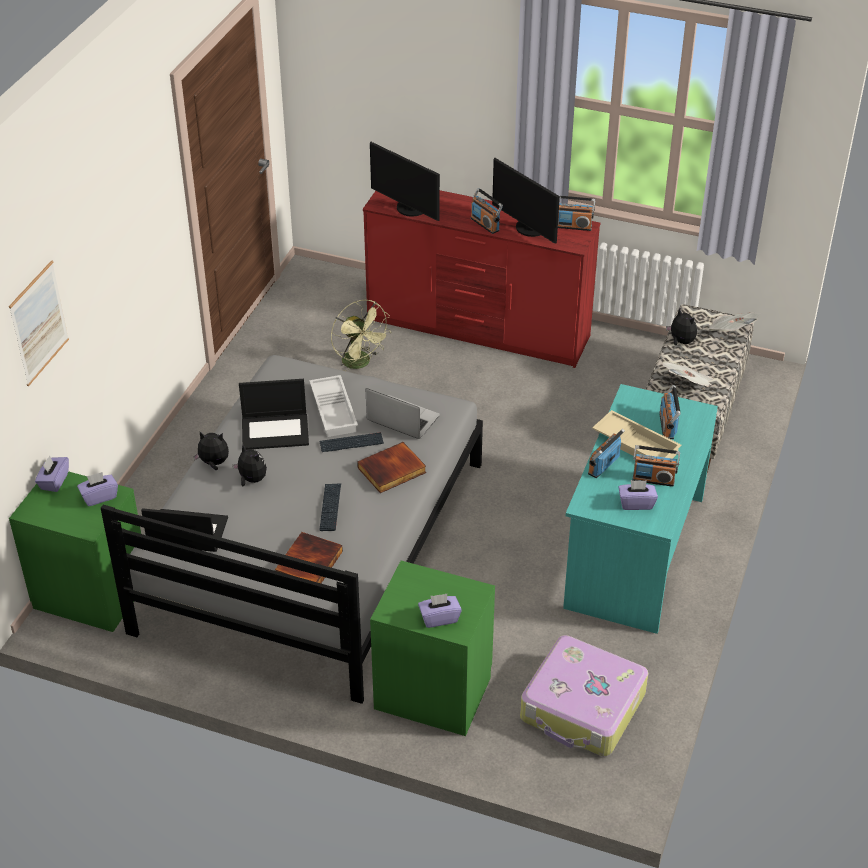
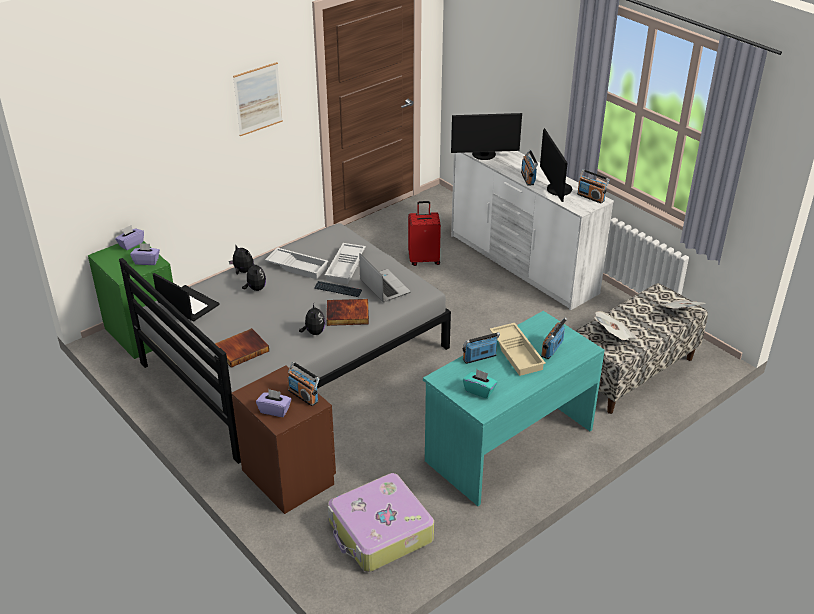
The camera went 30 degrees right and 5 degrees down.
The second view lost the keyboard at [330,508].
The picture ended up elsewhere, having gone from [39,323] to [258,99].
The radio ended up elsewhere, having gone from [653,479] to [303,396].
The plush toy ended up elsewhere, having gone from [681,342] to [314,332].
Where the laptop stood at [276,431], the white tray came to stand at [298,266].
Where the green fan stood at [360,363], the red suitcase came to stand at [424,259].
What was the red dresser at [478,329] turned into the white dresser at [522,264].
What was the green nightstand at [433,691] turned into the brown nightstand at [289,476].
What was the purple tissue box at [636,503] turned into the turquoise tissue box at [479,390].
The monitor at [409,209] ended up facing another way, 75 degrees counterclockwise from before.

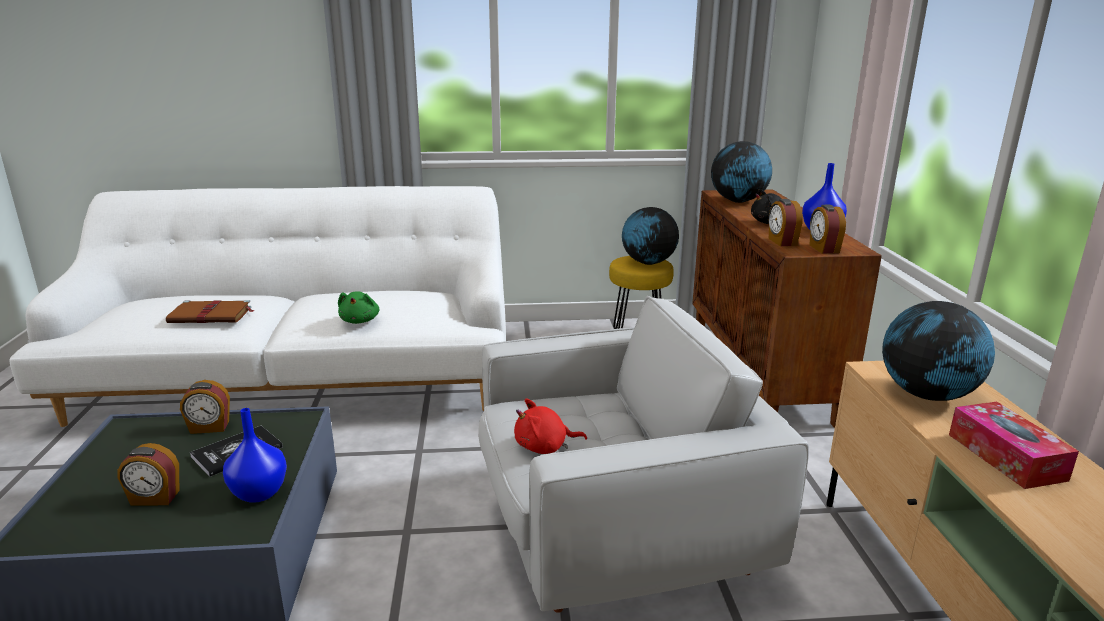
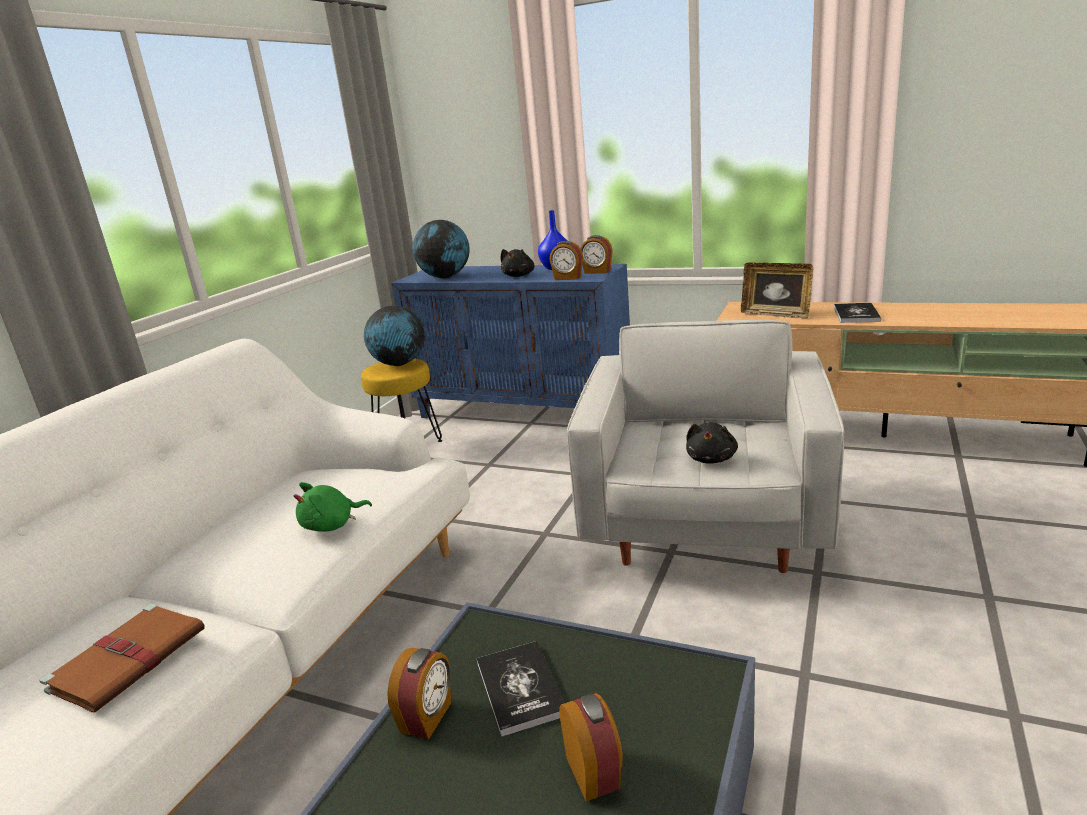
The camera went 60 degrees left and 0 degrees up.
The second view lost the blue vase at [260,493].
Where the globe stood at [927,395], the picture frame came to stand at [776,314].
Where the tissue box stood at [1005,457], the book came to stand at [856,314].
What was the red plush toy at [544,447] turned into the black plush toy at [712,459].
What was the brown cabinet at [761,371] turned into the blue cabinet at [524,412].
The alarm clock at [154,498] ended up facing another way, 45 degrees counterclockwise from before.
The green plush toy at [360,320] ended up facing another way, 120 degrees clockwise from before.

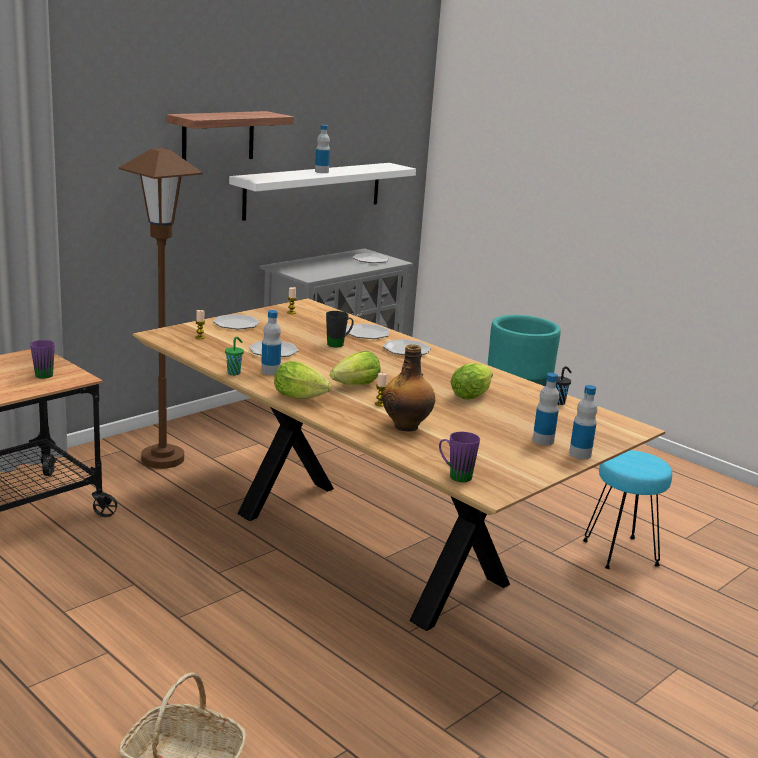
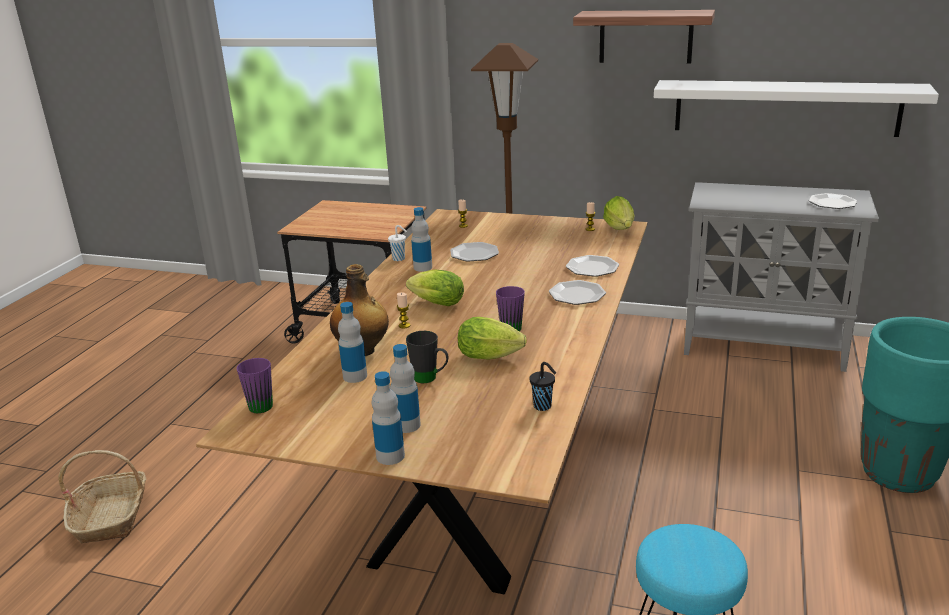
The camera went 65 degrees right and 5 degrees up.
The second view lost the plate at [236,324].
The purple mug ended up elsewhere, having gone from [41,374] to [512,326].
The lettuce ended up elsewhere, having gone from [303,398] to [620,230].
The bottle ended up elsewhere, having gone from [321,172] to [355,376].
The black mug ended up elsewhere, having gone from [339,344] to [430,379].
What was the green cup at [234,373] turned into the white cup at [399,259].

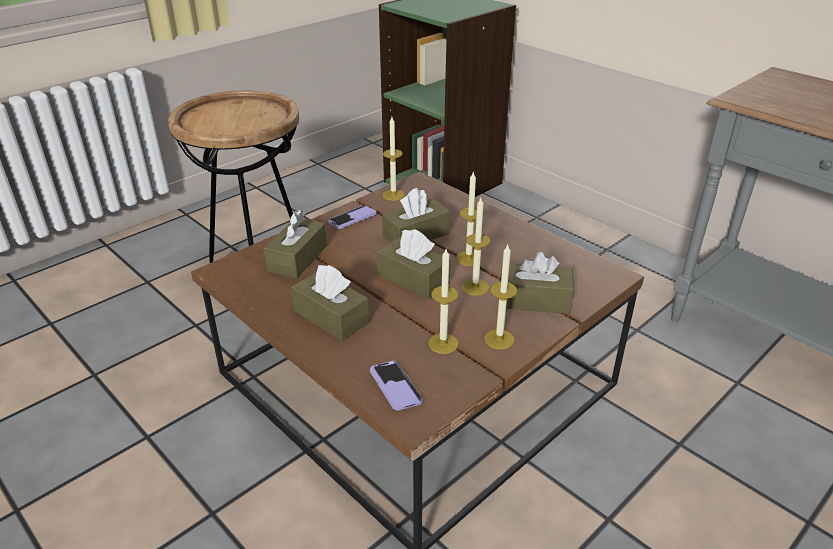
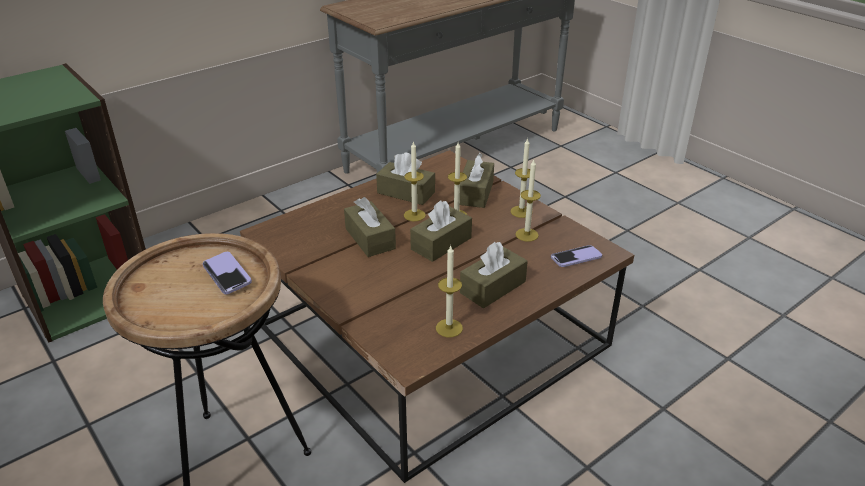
The camera went 85 degrees left and 0 degrees up.
The brown tissue box ended up elsewhere, having gone from [297,258] to [406,193].
The phone ended up elsewhere, having gone from [352,218] to [227,274].
The candle ended up elsewhere, having gone from [393,195] to [449,328].

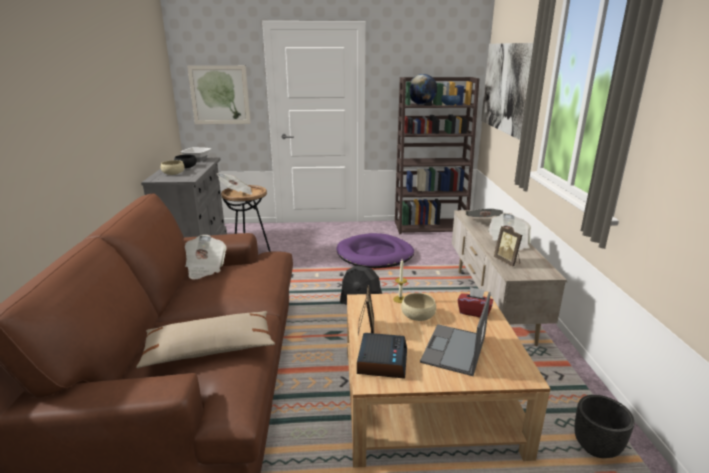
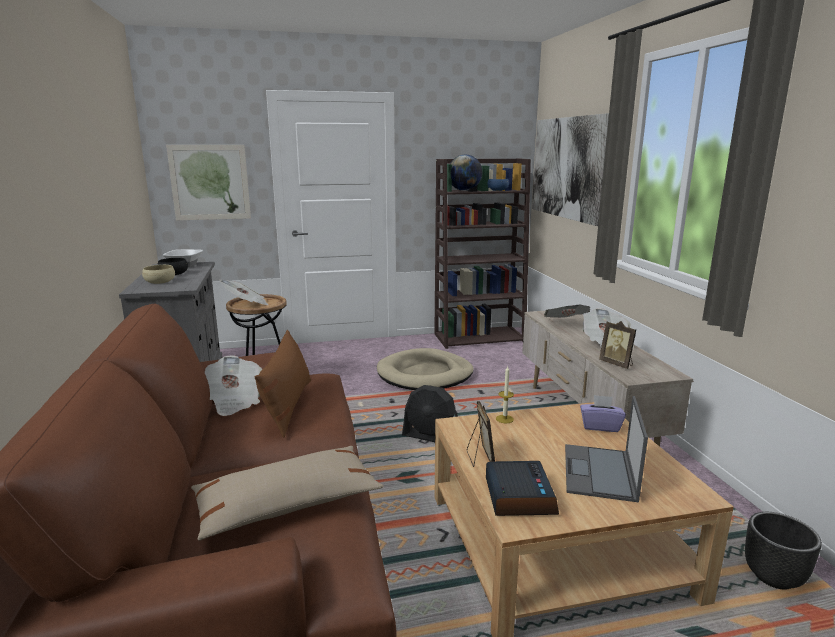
The camera went 10 degrees left and 5 degrees down.
The second view lost the beige bowl at [418,315].
The second view gained the brown pillow at [287,406].
What was the purple dog bed at [375,254] turned into the beige dog bed at [425,374].
What was the red tissue box at [474,312] turned into the purple tissue box at [600,426].

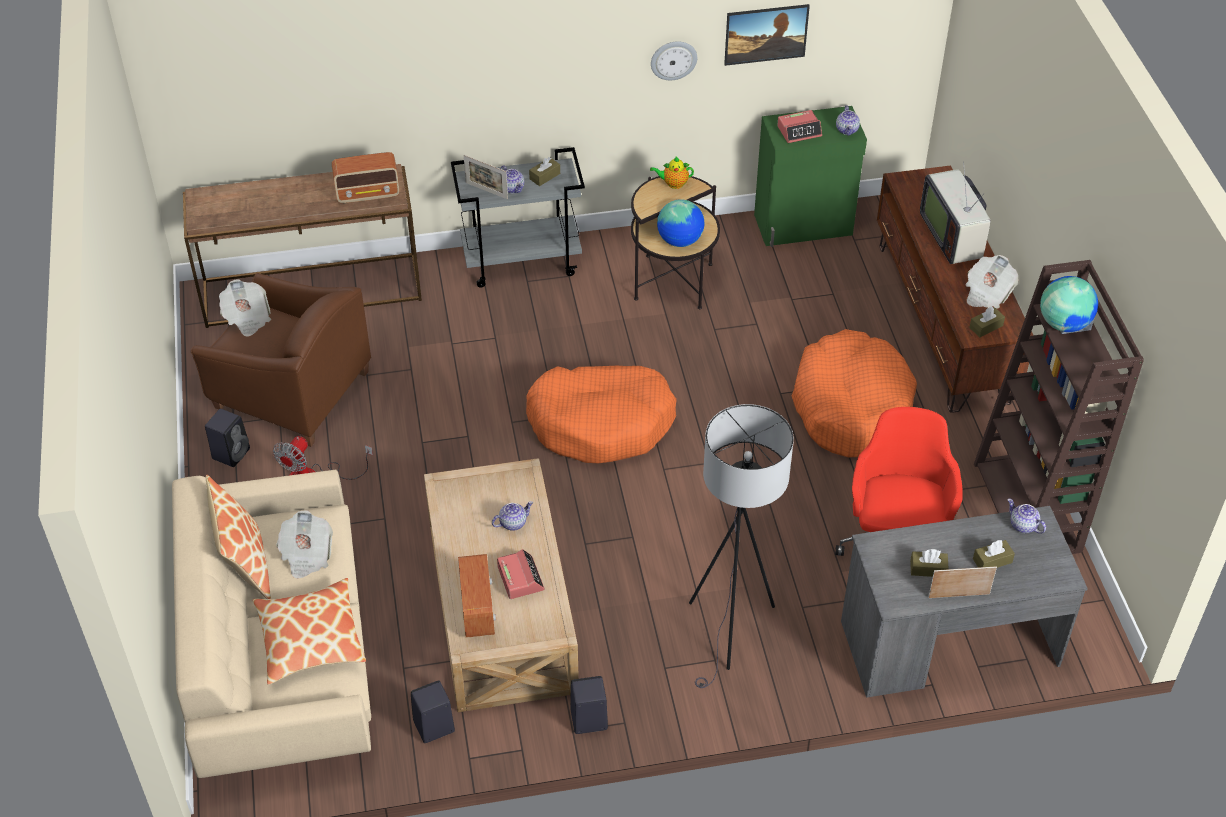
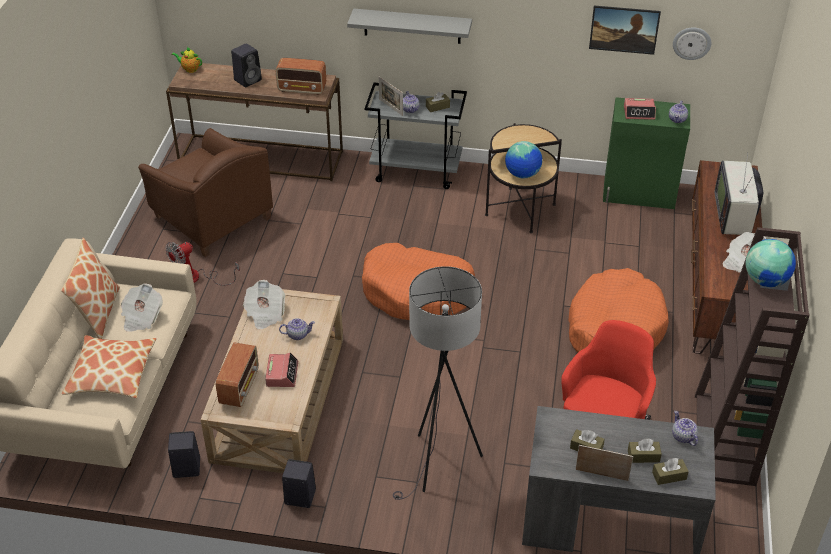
The camera went 20 degrees right and 5 degrees down.
The second view gained the grey shelf at [412,26].
The black speaker ended up elsewhere, having gone from [231,453] to [248,79].
The newspaper ended up elsewhere, having gone from [247,318] to [265,313].
The teapot ended up elsewhere, having gone from [673,184] to [190,69].
The wall clock ended up elsewhere, having gone from [673,59] to [691,43].
The brown tissue box ended up elsewhere, having gone from [986,327] to [669,476].

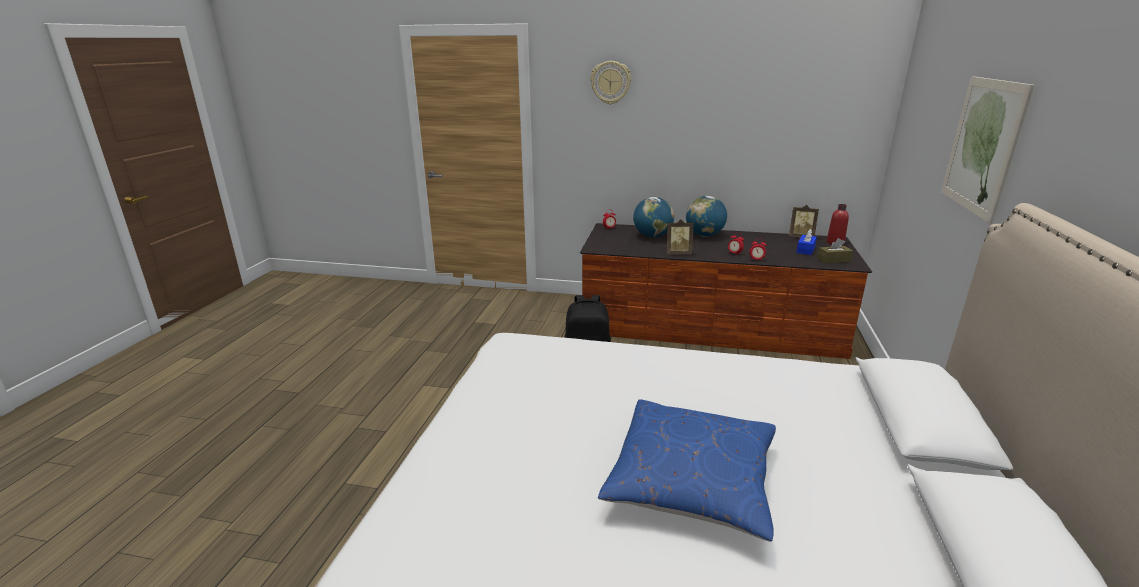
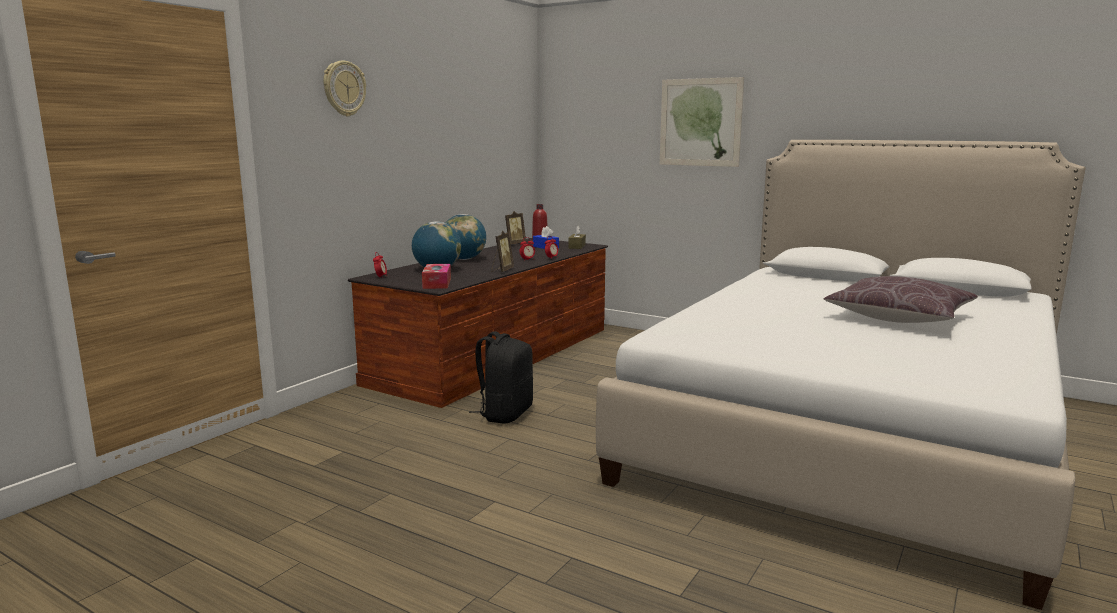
The camera went 70 degrees left and 10 degrees down.
The second view gained the tissue box at [437,283].
What was the blue pillow at [691,482] turned into the brown pillow at [898,318].

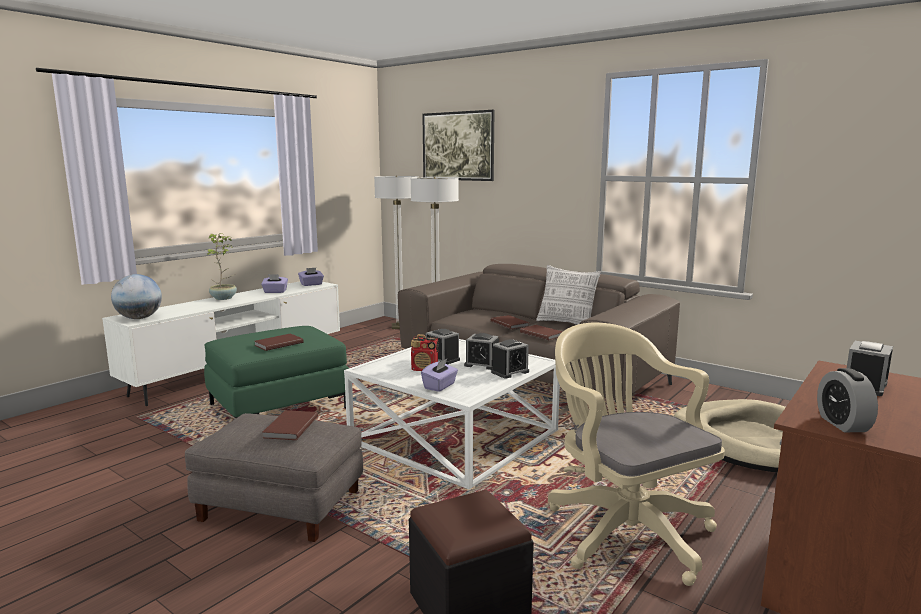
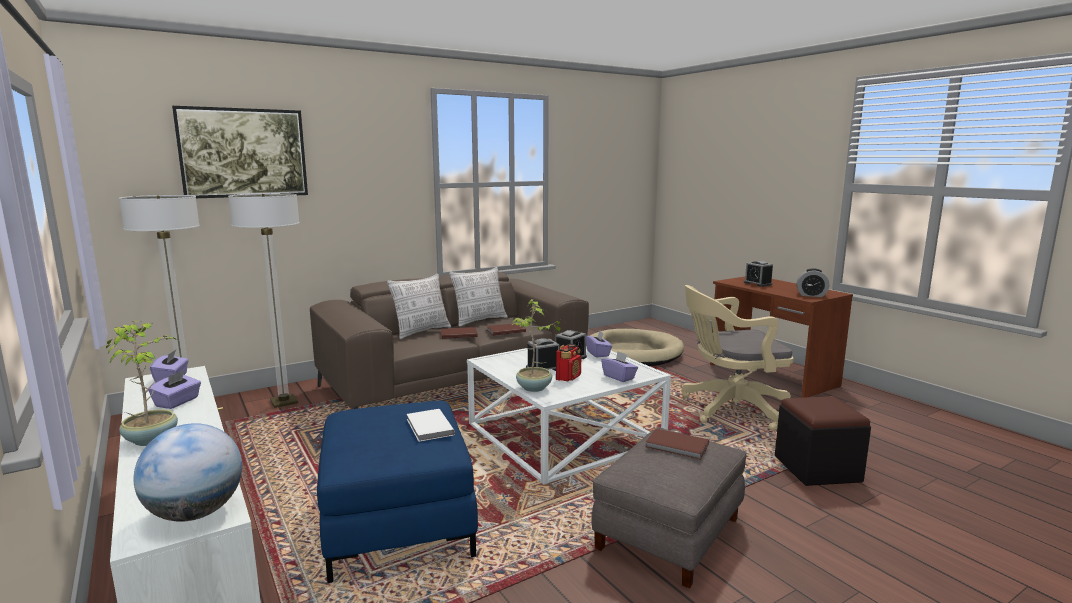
The camera went 70 degrees left and 0 degrees up.
The second view gained the pillow at [421,331].
The second view gained the potted plant at [534,388].
Where the alarm clock stood at [510,372], the purple tissue box came to stand at [598,353].
What was the green ottoman at [279,407] turned into the blue ottoman at [399,522].
What was the brown book at [277,344] turned into the white book at [428,427].

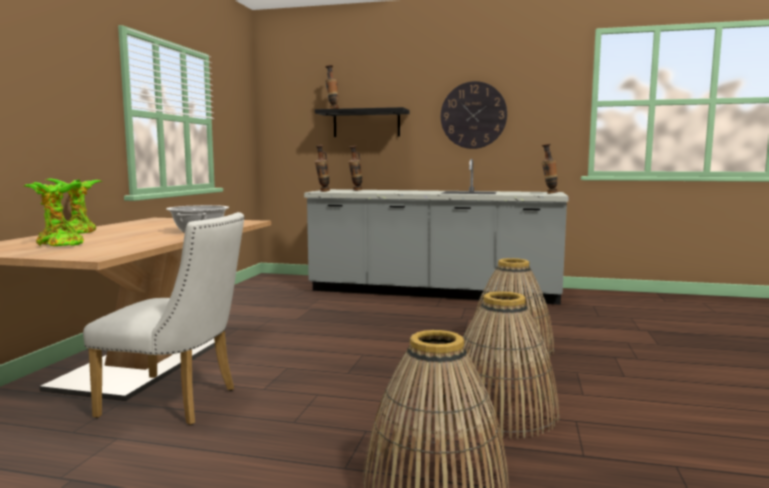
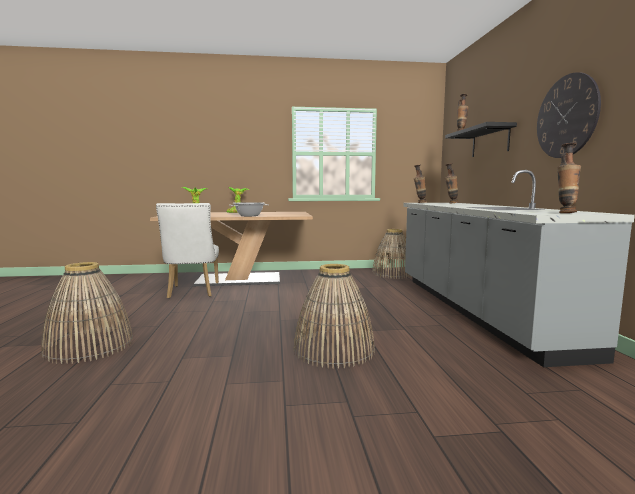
The camera went 70 degrees right and 0 degrees up.
The basket ended up elsewhere, having gone from [500,411] to [393,274].

